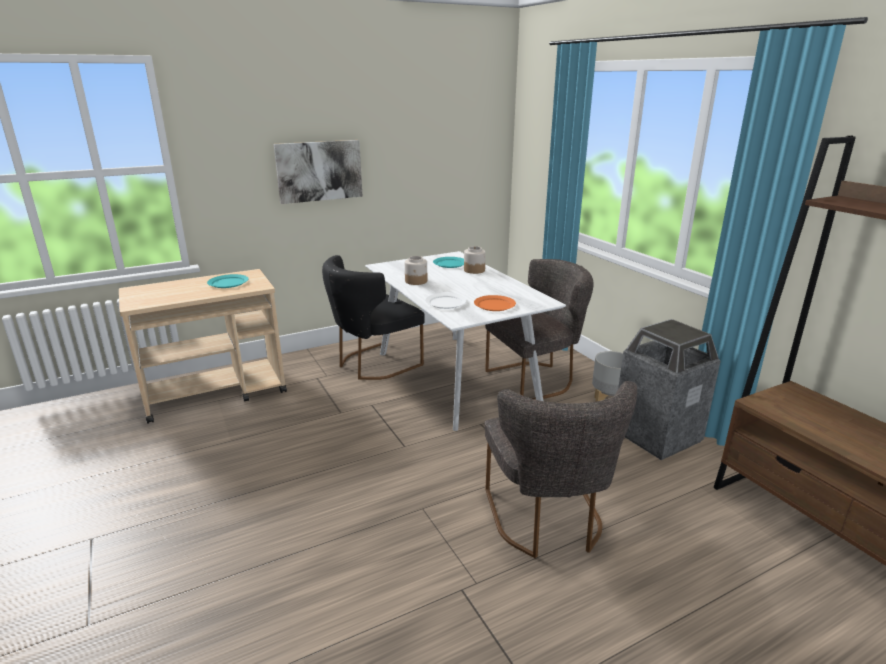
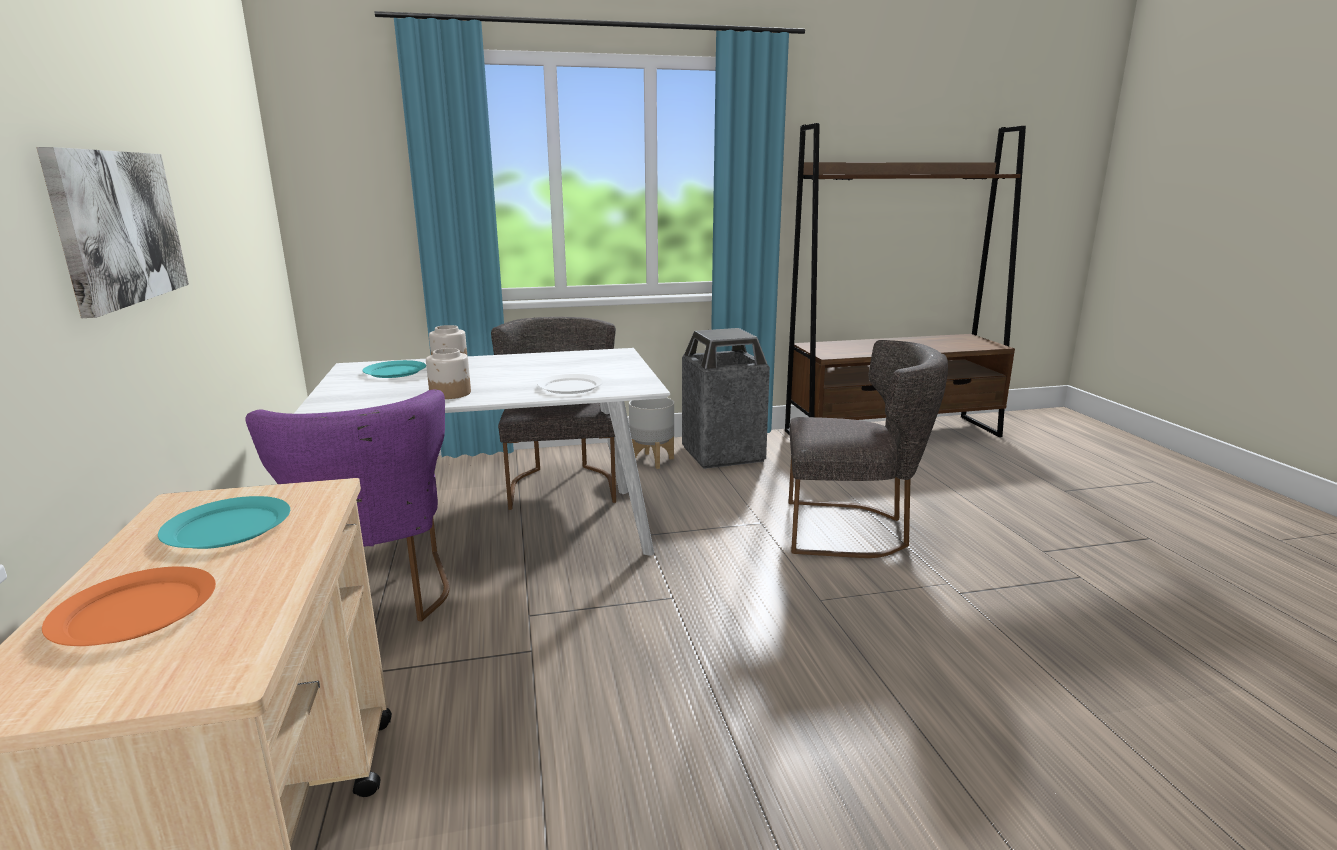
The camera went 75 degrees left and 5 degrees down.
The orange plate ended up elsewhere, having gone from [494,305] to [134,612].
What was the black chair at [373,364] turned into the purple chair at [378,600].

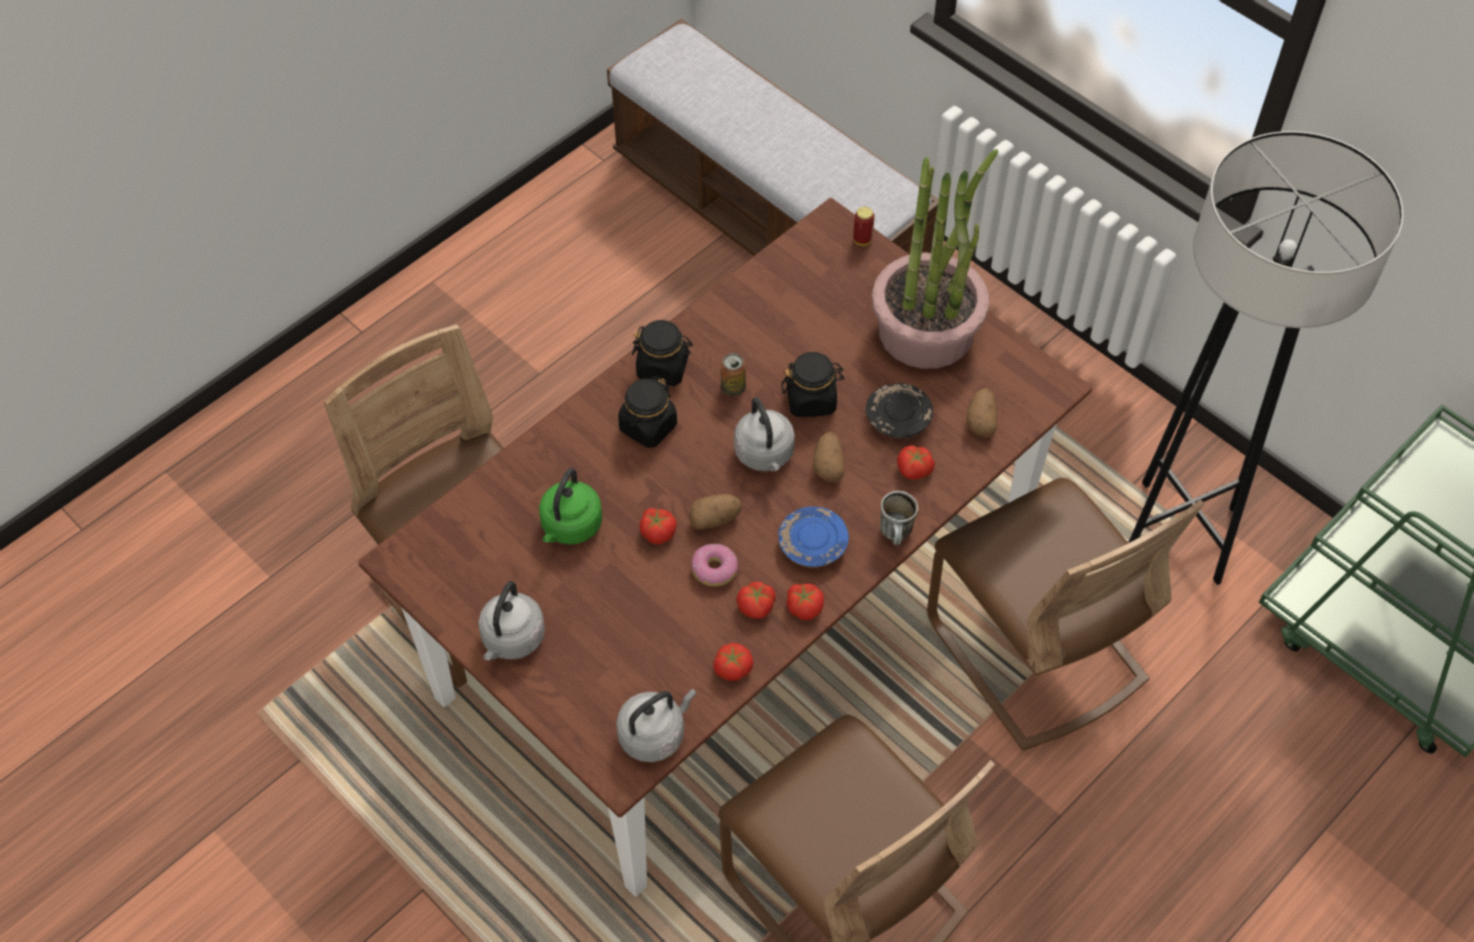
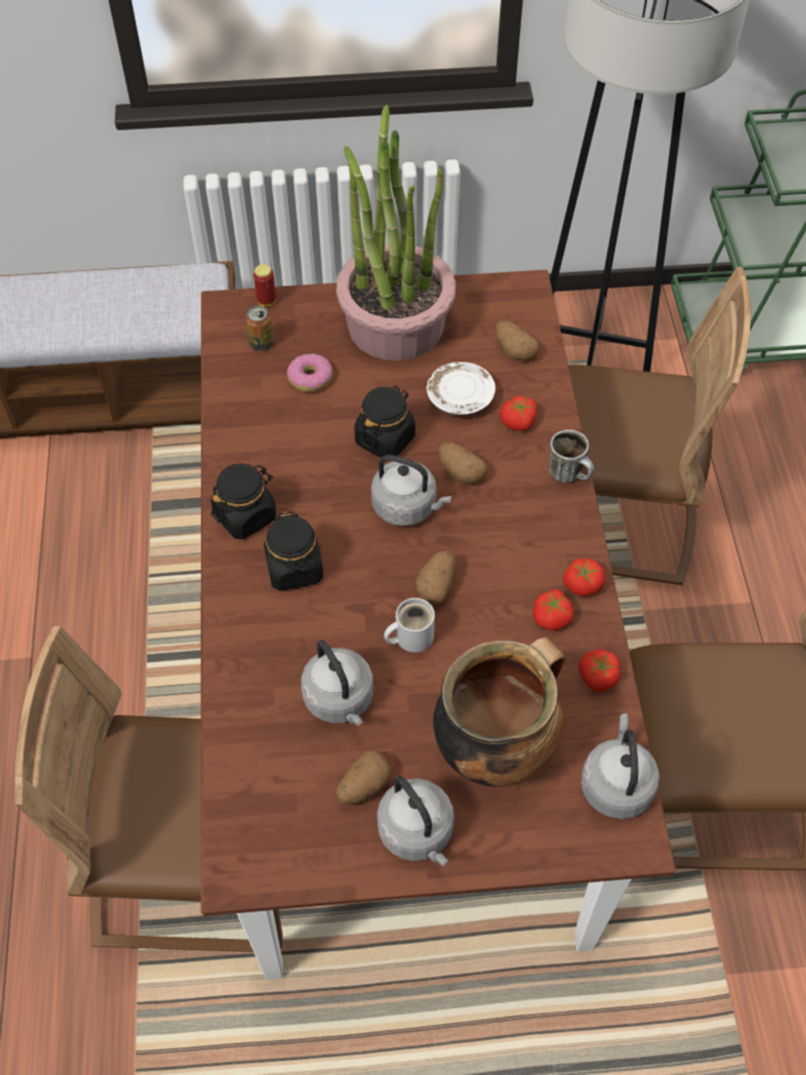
The camera went 50 degrees left and 0 degrees up.
The second view lost the blue plate at [812,545].
The second view gained the potato at [363,786].
The second view gained the cooking pot at [494,747].
The donut ended up elsewhere, having gone from [715,569] to [310,378].
The can ended up elsewhere, having gone from [733,387] to [261,343].
Where the tomato stood at [658,532], the white mug came to stand at [410,636].
What was the green kettle at [570,527] turned into the grey kettle at [340,700].
What was the black plate at [897,418] turned into the white plate at [460,398].

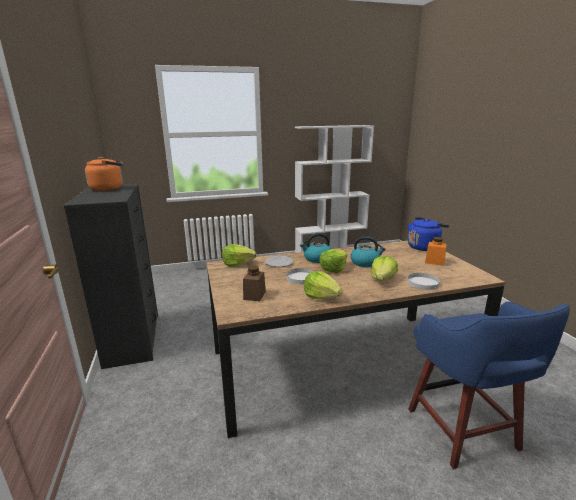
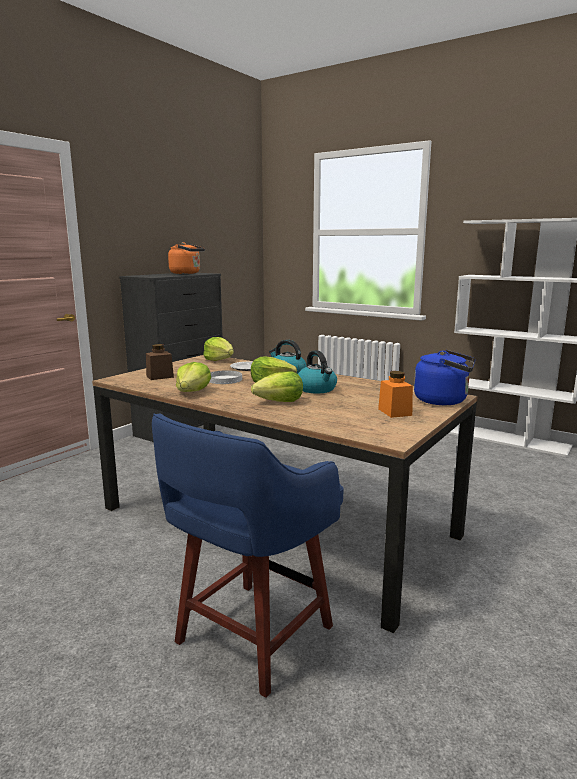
The camera went 50 degrees right and 5 degrees down.
The second view lost the white plate at [423,283].

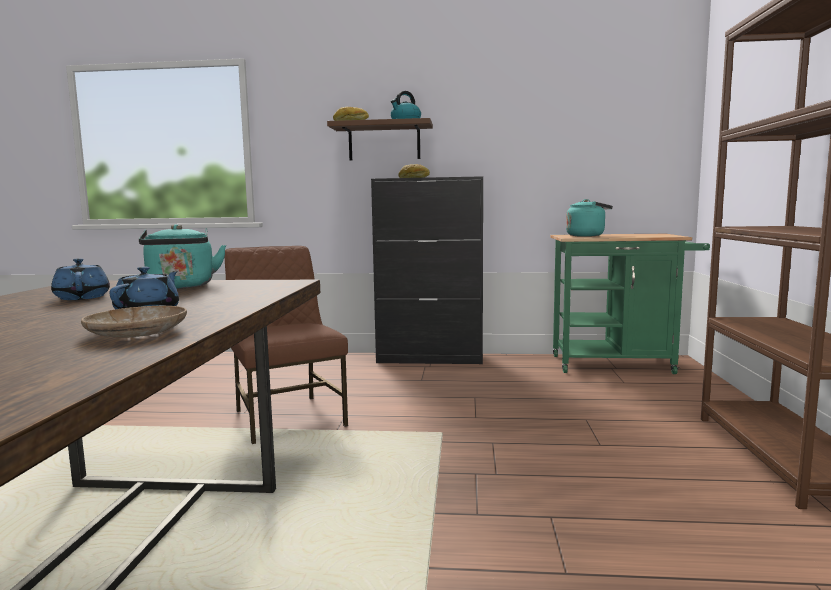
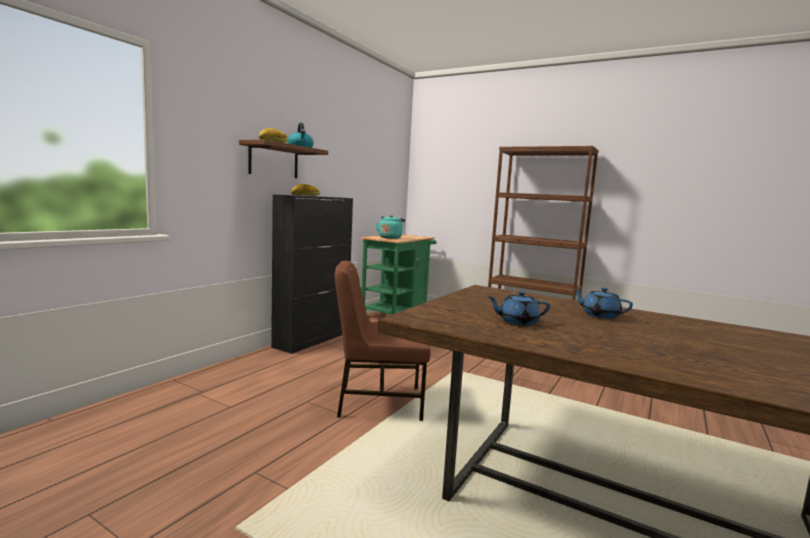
The camera went 65 degrees left and 0 degrees up.
The second view lost the beige plate at [137,332].
The second view lost the turquoise kettle at [181,287].

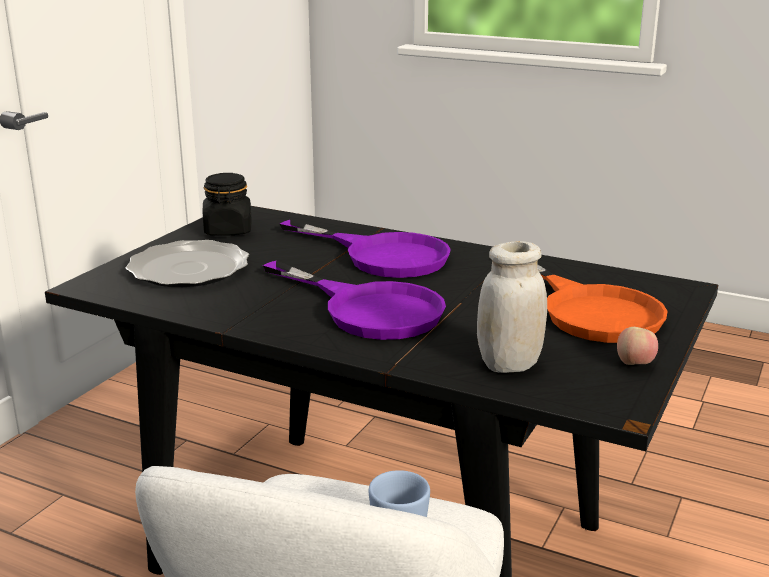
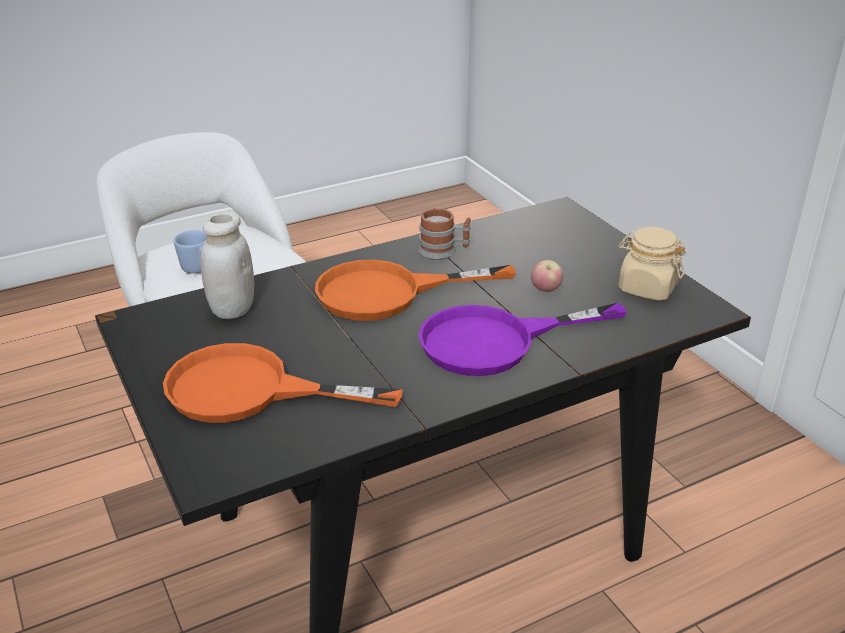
The camera went 125 degrees right and 10 degrees up.
The second view lost the plate at [189,268].
The second view gained the mug at [443,251].
The apple ended up elsewhere, having gone from [635,364] to [545,290].
What was the black jar at [228,230] turned into the beige jar at [646,288].
What was the purple frying pan at [368,309] turned into the orange frying pan at [388,292].

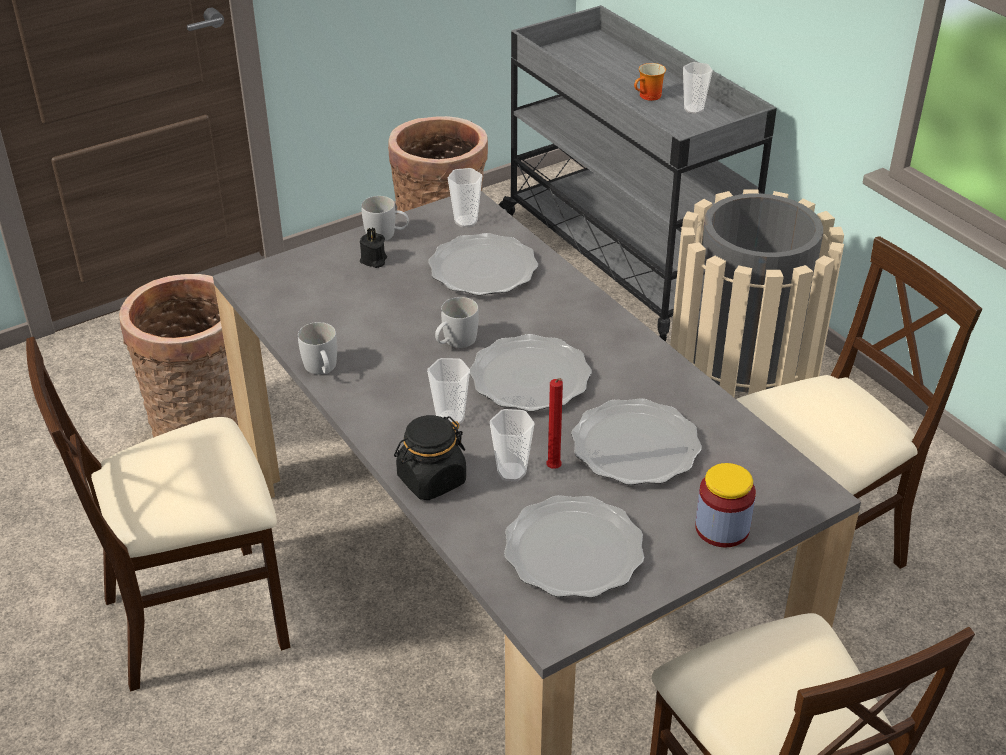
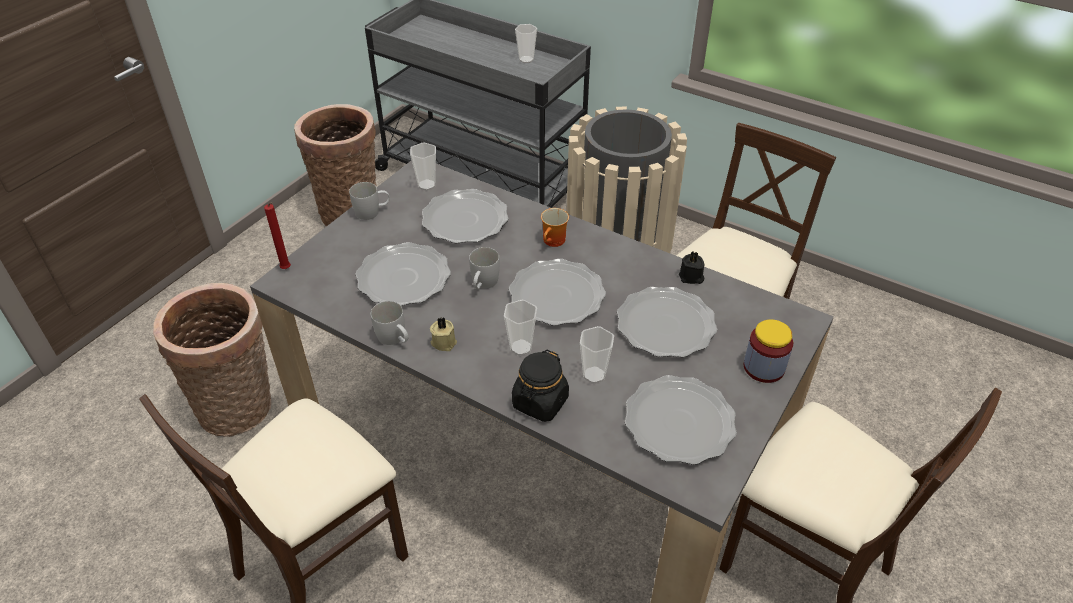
The camera went 25 degrees left and 5 degrees up.
The second view gained the plate at [403,278].
The second view gained the beige candle at [444,342].
The black candle ended up elsewhere, having gone from [373,260] to [691,277].
The red candle ended up elsewhere, having gone from [554,470] to [286,270].
The mug ended up elsewhere, having gone from [649,97] to [554,242].

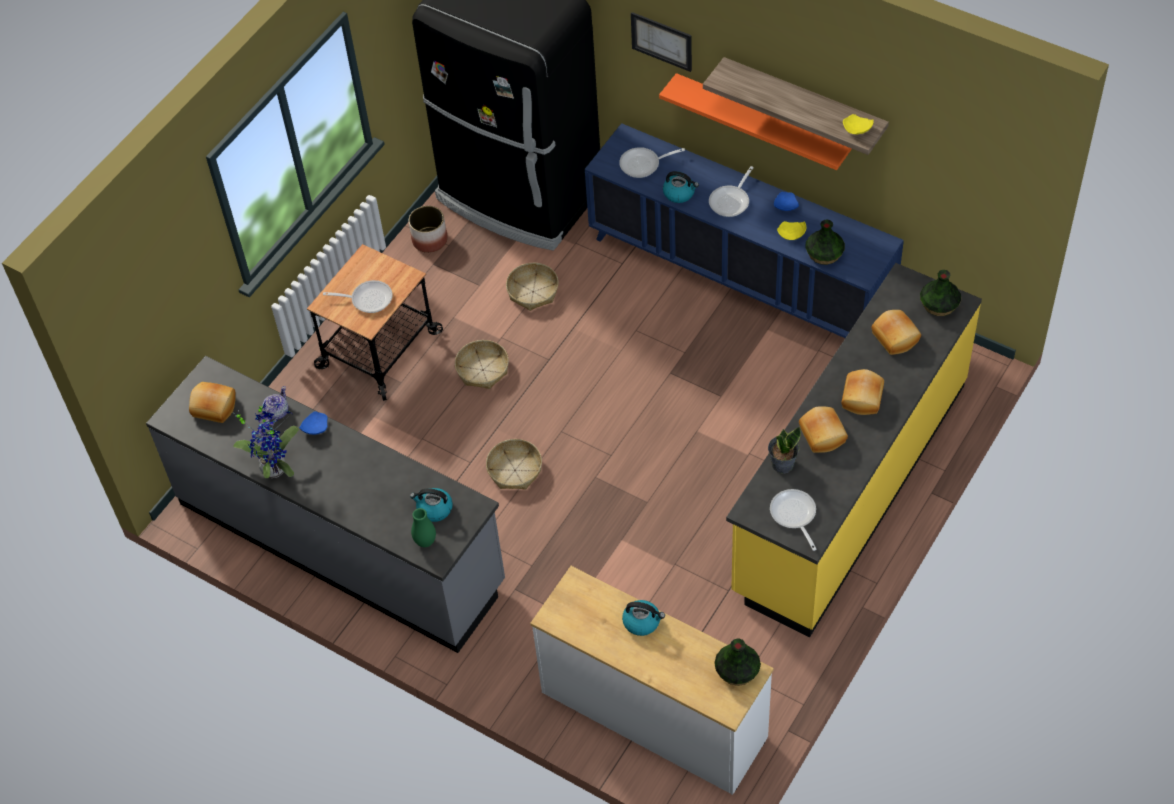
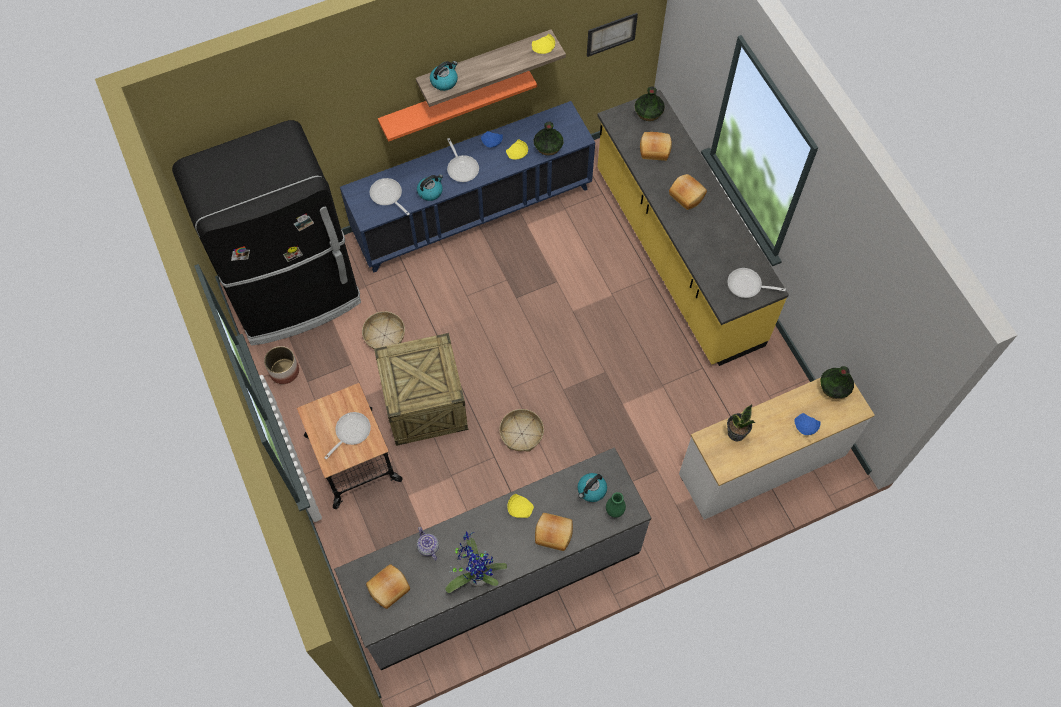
The camera went 60 degrees left and 10 degrees up.
The second view gained the yellow plate at [520,508].
The blue plate ended up elsewhere, having gone from [315,428] to [805,427].
The kettle ended up elsewhere, having gone from [642,622] to [444,81].
The picture ended up elsewhere, having gone from [661,41] to [611,34].
The potted plant ended up elsewhere, having gone from [782,463] to [736,433].
The bread ended up elsewhere, having gone from [823,435] to [553,533].
Where the basket stood at [482,370], the crate came to stand at [424,404].
The frying pan at [643,164] ended up facing another way, 120 degrees clockwise from before.

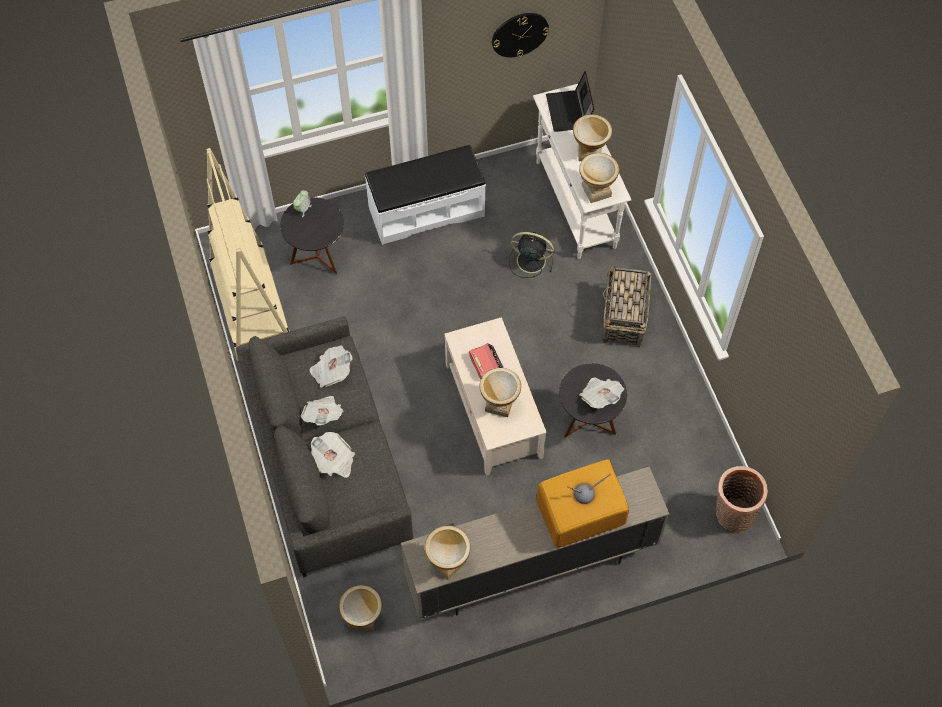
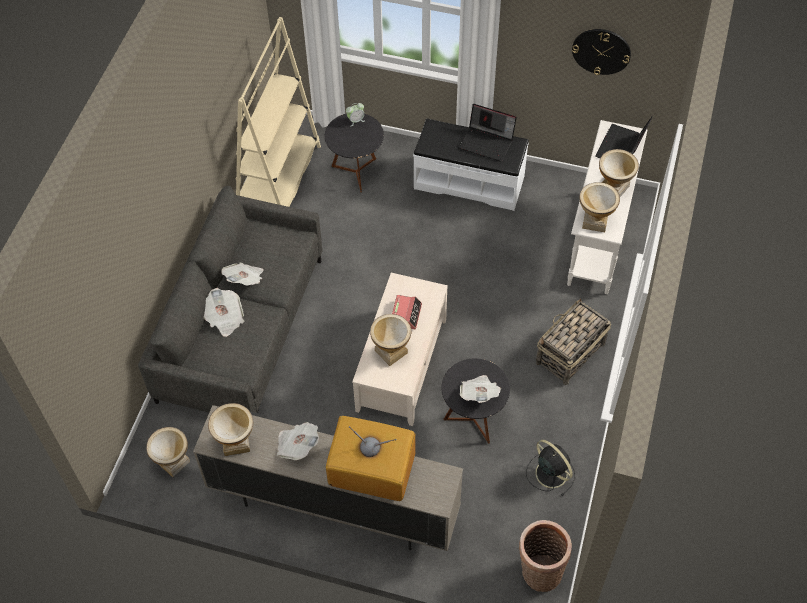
The camera went 35 degrees right and 5 degrees down.
The second view gained the laptop at [487,142].
The newspaper ended up elsewhere, having gone from [331,372] to [297,446].
The black fan ended up elsewhere, having gone from [529,260] to [550,472].

